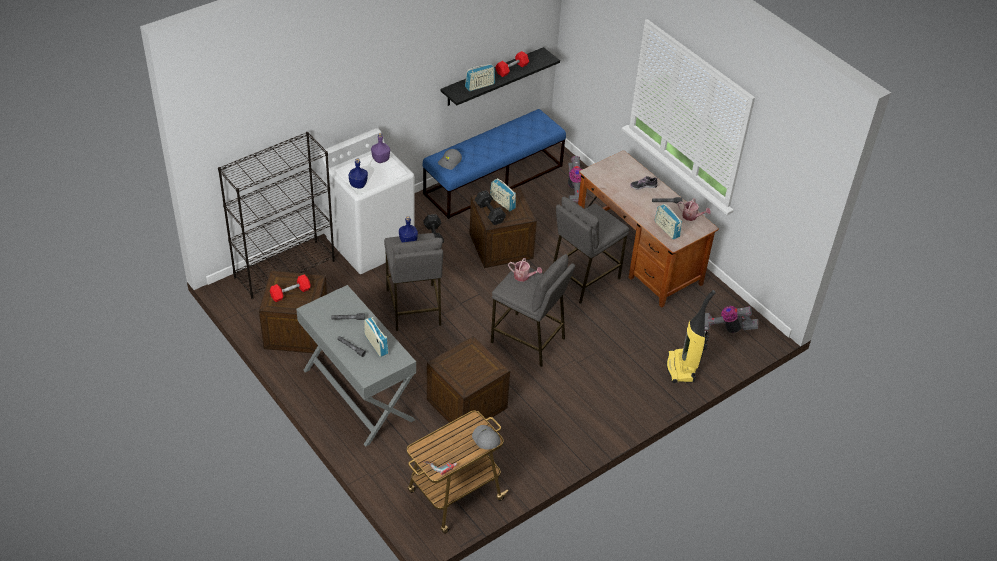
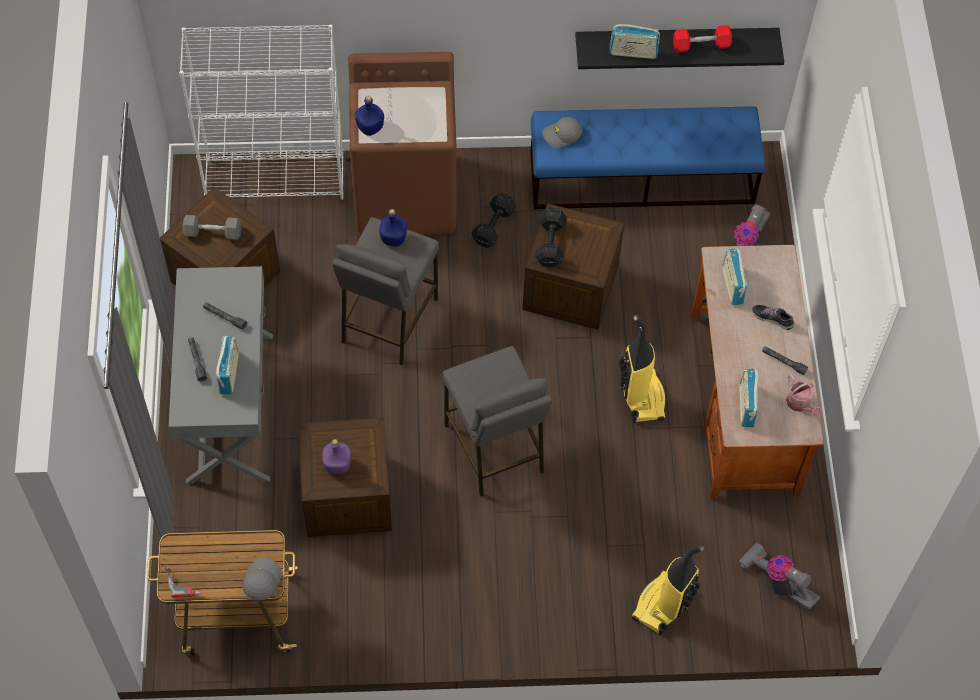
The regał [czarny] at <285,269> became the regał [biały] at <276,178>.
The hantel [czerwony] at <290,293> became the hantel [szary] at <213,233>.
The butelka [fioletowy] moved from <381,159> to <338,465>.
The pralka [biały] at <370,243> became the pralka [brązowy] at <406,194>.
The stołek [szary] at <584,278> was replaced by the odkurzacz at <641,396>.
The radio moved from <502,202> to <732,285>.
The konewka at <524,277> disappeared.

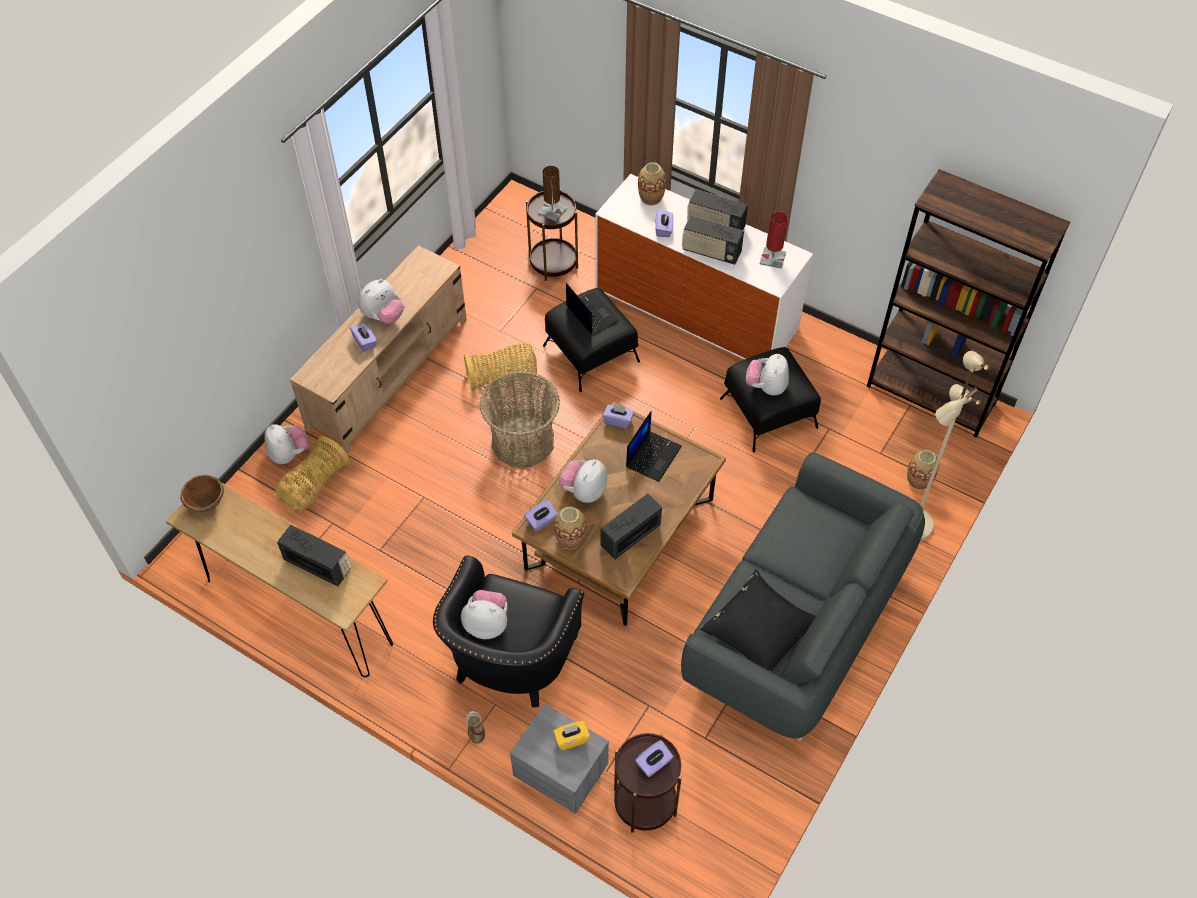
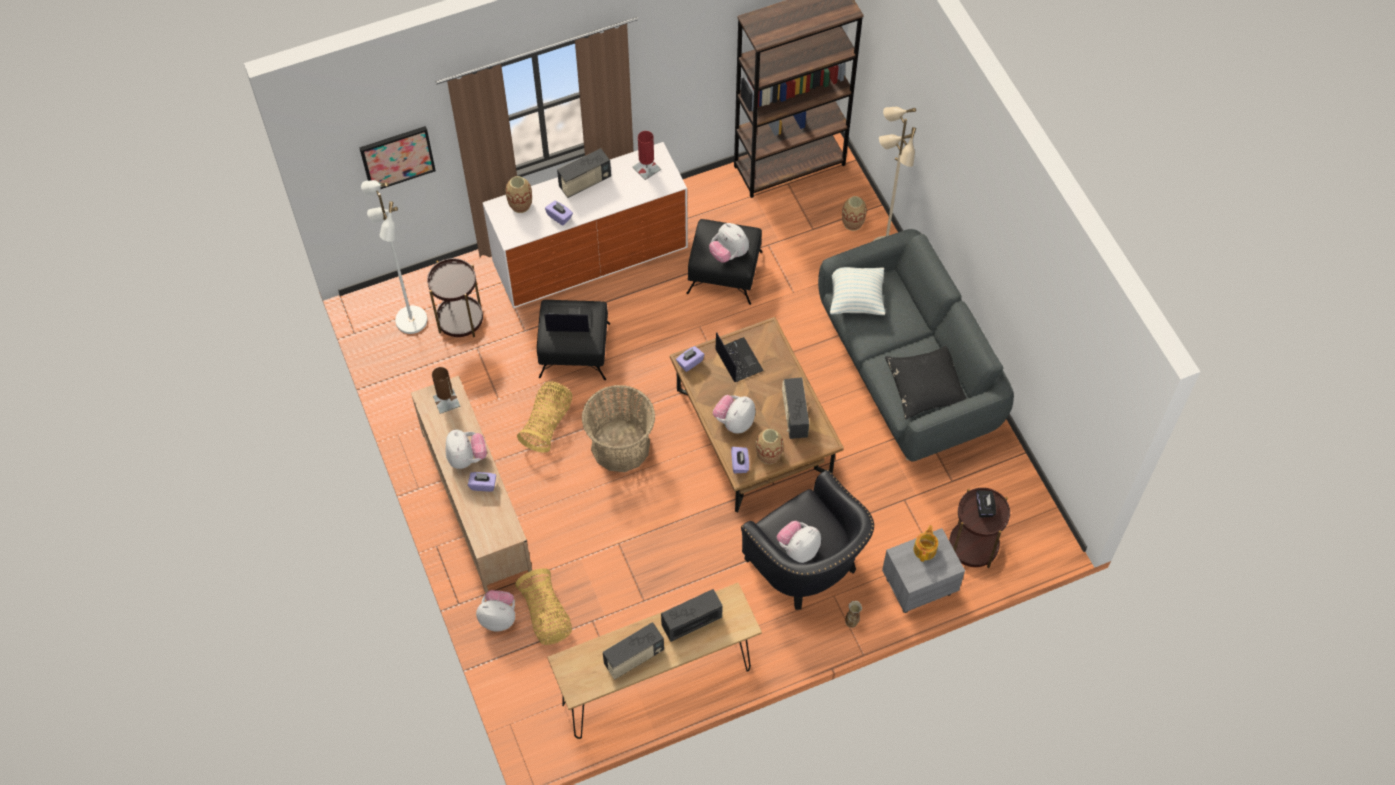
The obraz at <397,157> appeared.
The lampa stojąca [biały] at <410,320> appeared.
The lampa stołowa [brązowy] moved from <552,210> to <446,401>.
The radio moved from <711,252> to <634,658>.
The pluszak at <584,491> turned 60 degrees clockwise.
The poduszka at <856,299> appeared.
The pudełko chusteczek [żółty] at <571,739> was replaced by the imbryk at <925,549>.
The pudełko chusteczek [fioletowy] at <654,764> became the pudełko chusteczek [czarny] at <984,508>.
The miska [brązowy] at <207,504> disappeared.

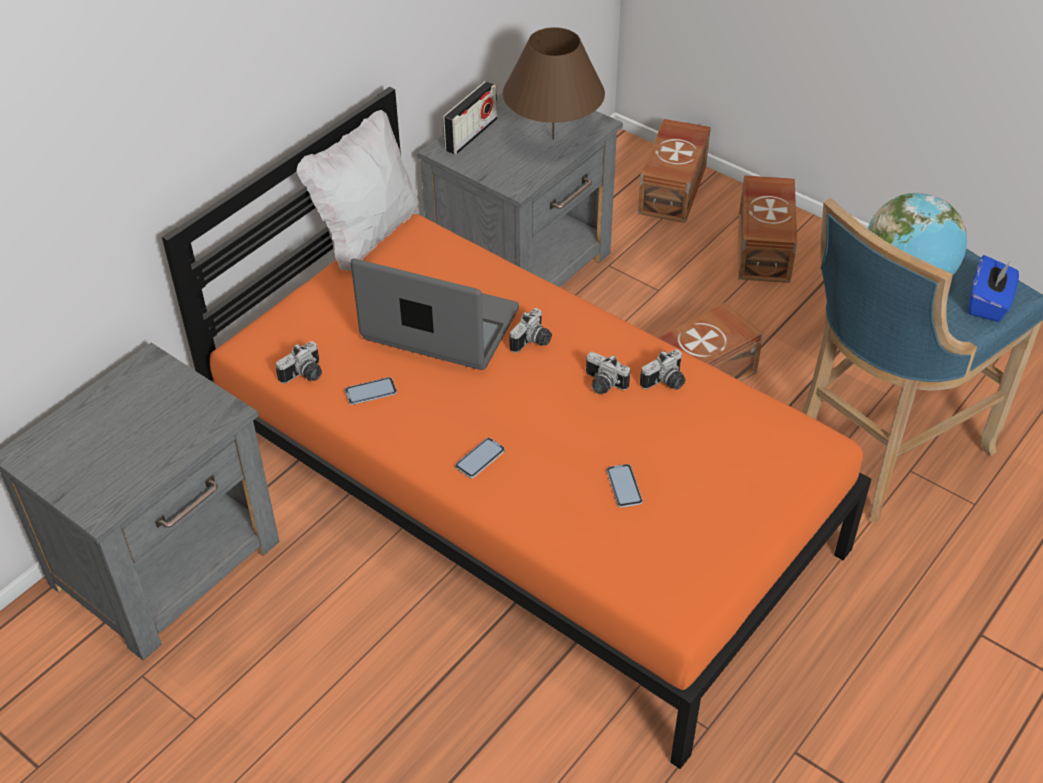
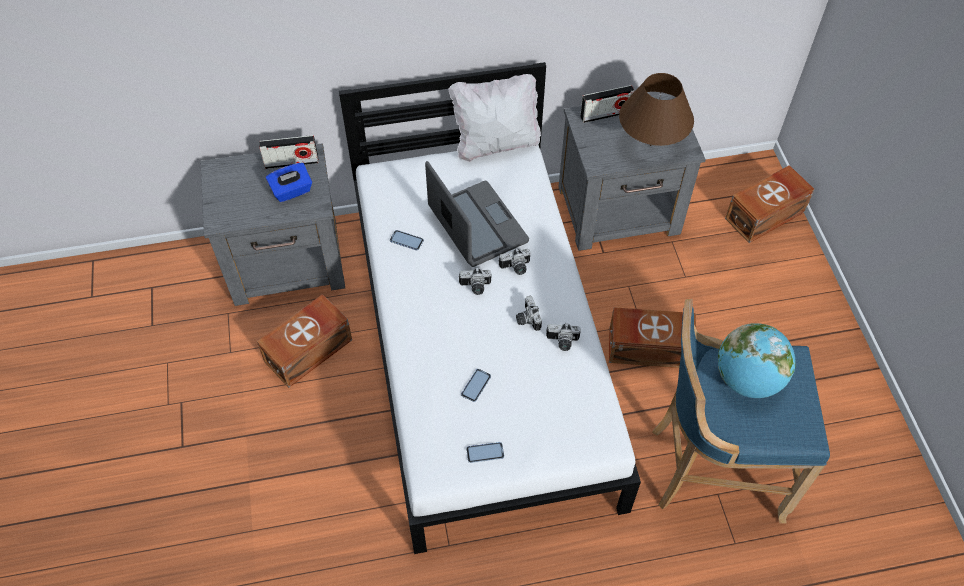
The pojemnik do przechowywania [brązowy] moved from <765,247> to <310,351>.
The radio at <291,162> appeared.
The pudełko chusteczek [niebieski] moved from <988,303> to <292,191>.
The łóżko [pomarańczowy] at <524,499> became the łóżko [biały] at <483,351>.
The aparat fotograficzny moved from <305,375> to <475,287>.
The telefon moved from <480,459> to <485,453>.

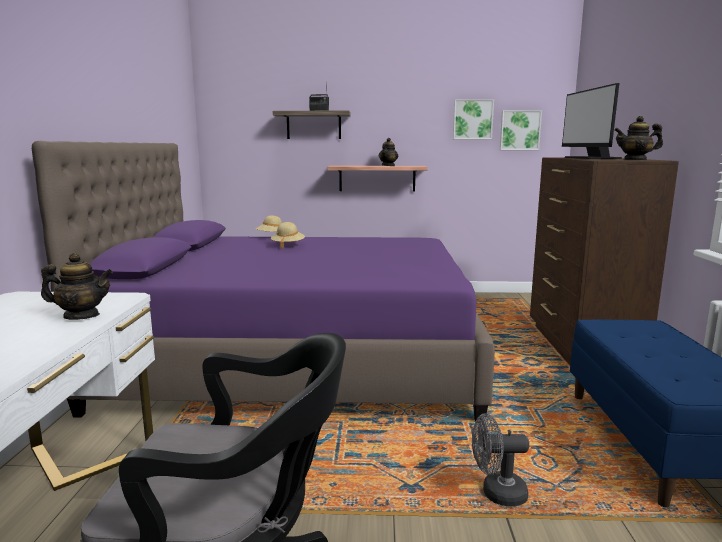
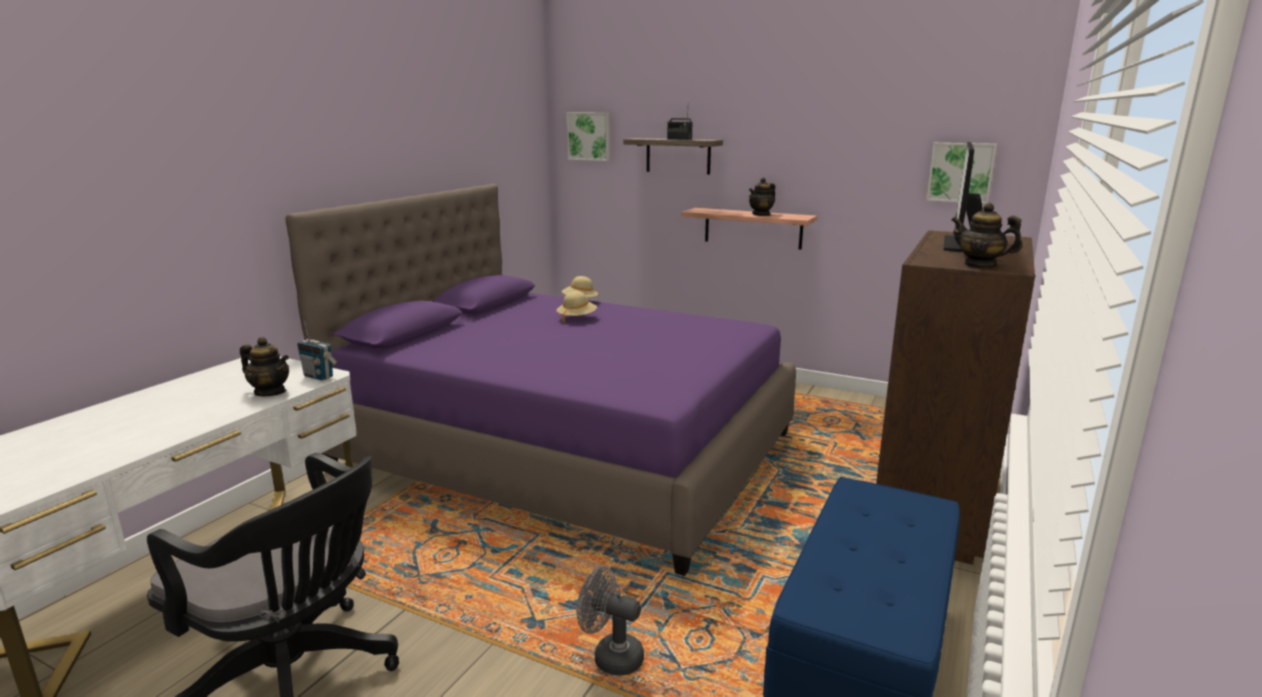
The radio at <319,376> appeared.
The obraz moved from <472,119> to <589,136>.

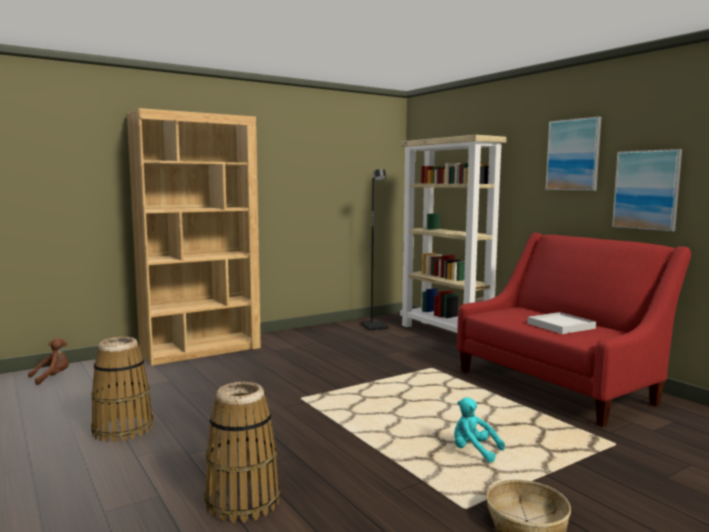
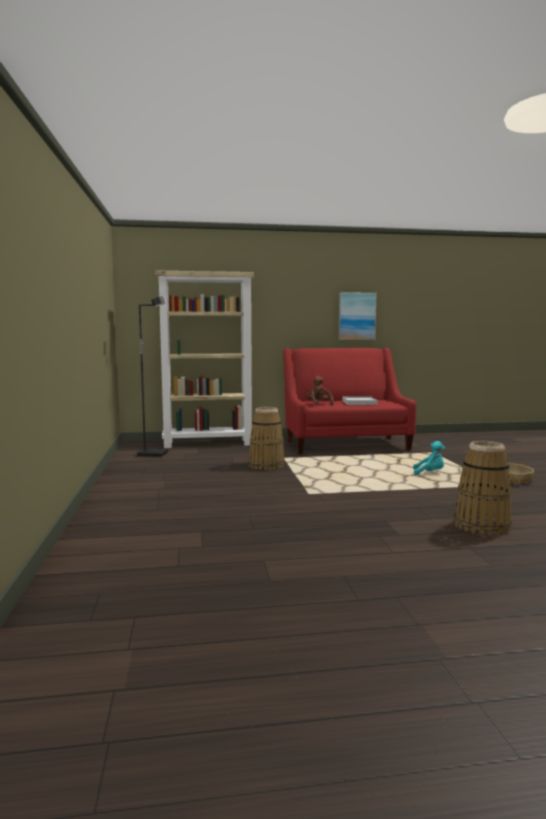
The koszyk moved from <123,429> to <266,465>.
The pluszak [brązowy] moved from <52,377> to <318,404>.
The pluszak [turkusowy] at <473,451> turned 135 degrees counterclockwise.
The regał [brązowy] at <201,350> disappeared.
The obraz at <573,155> disappeared.

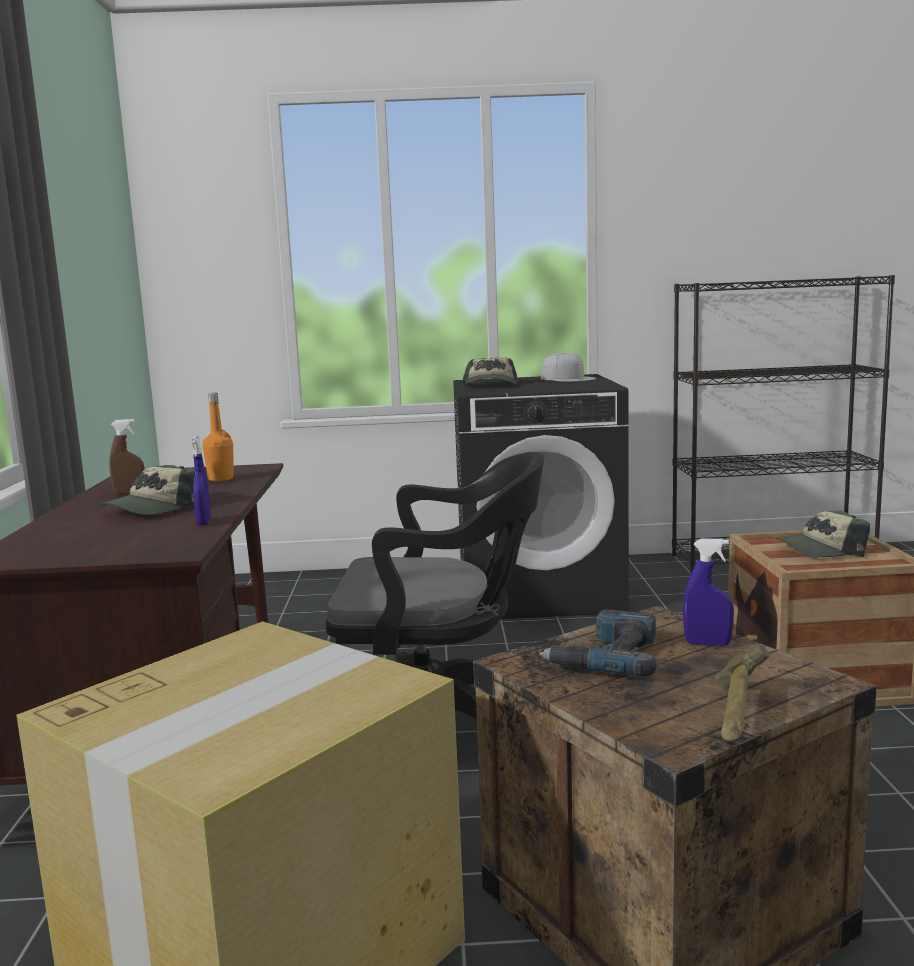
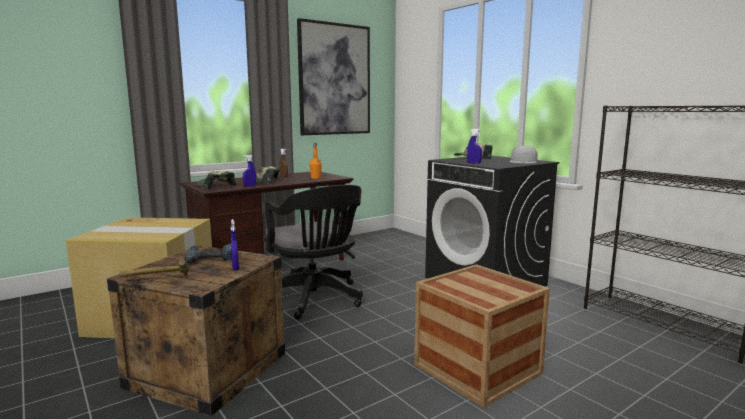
The czapka z daszkiem moved from <820,550> to <215,186>.
The obraz at <334,80> appeared.
The spryskiwacz [niebieski] at <473,163> appeared.

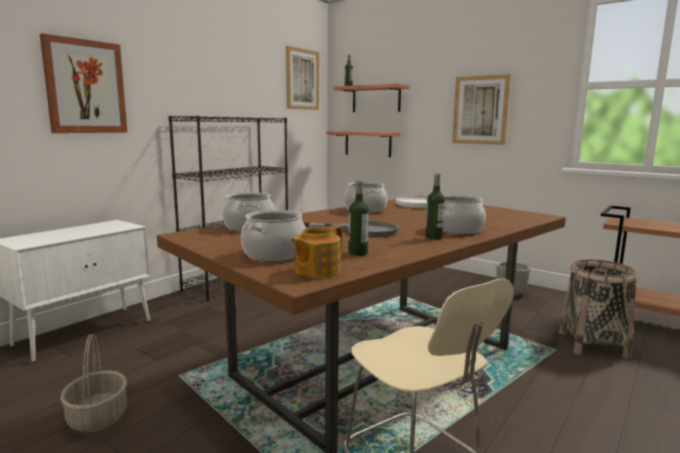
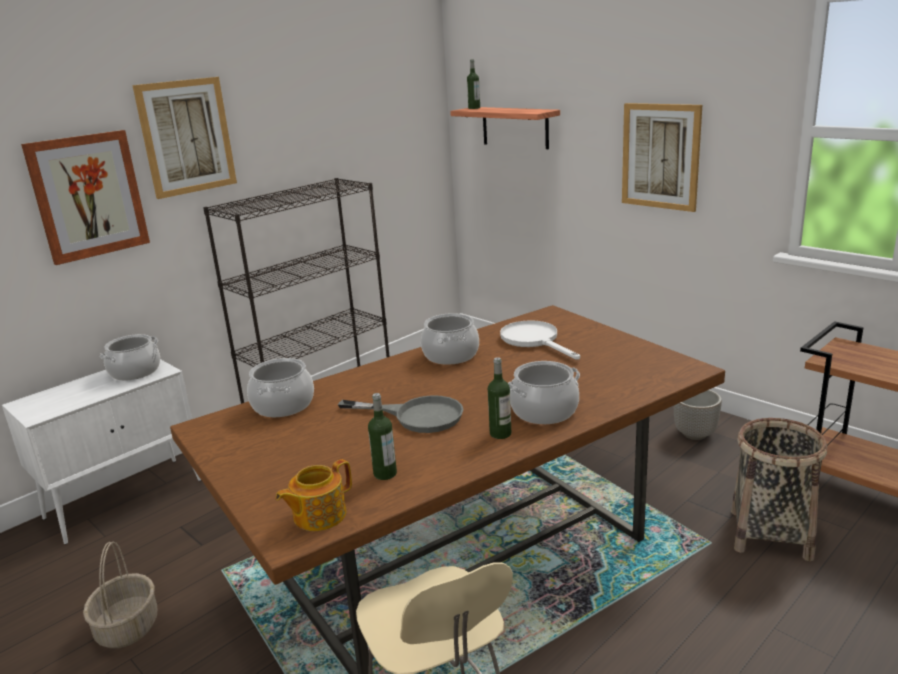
The garnek moved from <275,254> to <135,372>.
The obraz moved from <302,79> to <187,137>.
The półka at <368,143> disappeared.

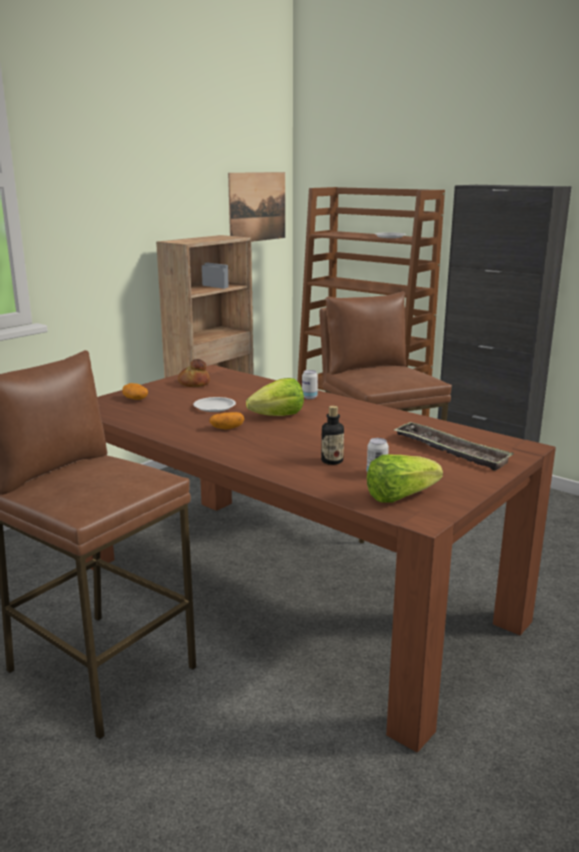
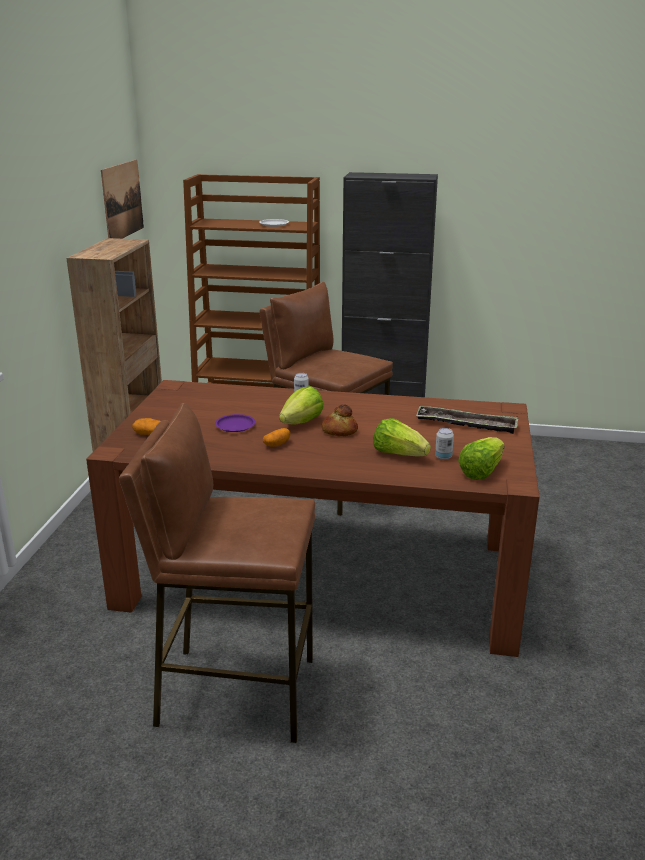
The talerz [biały] at <214,407> became the talerz [fioletowy] at <235,426>.
The chleb moved from <193,383> to <339,431>.
The butelka at <332,461> was replaced by the sałata at <399,454>.

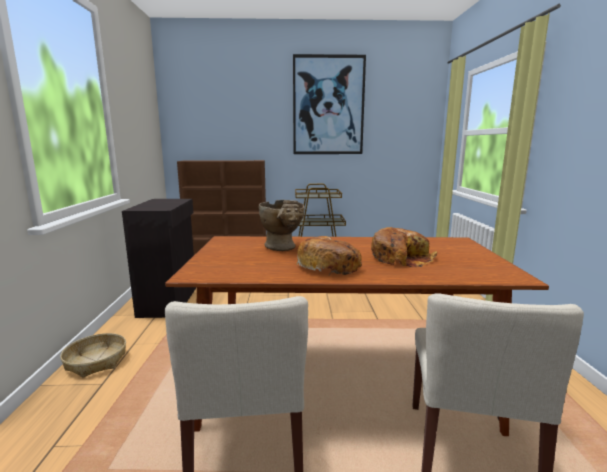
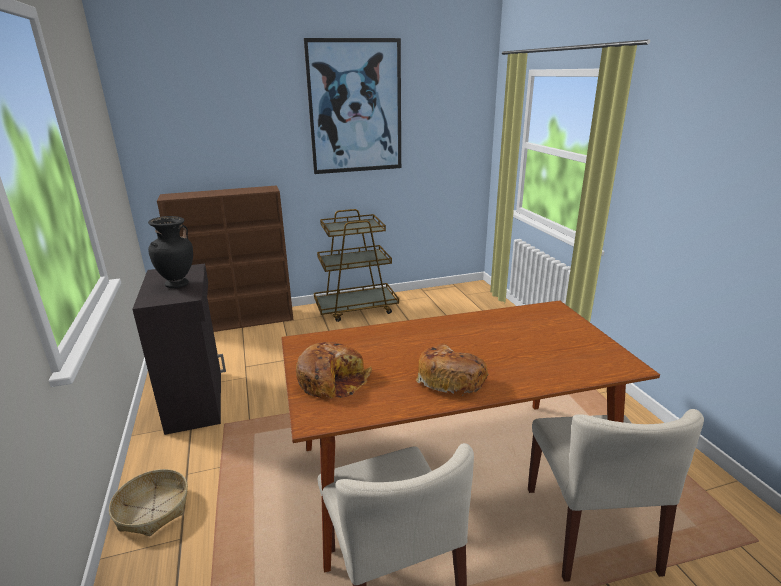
The wazon [czarny] at <178,285> appeared.
The chleb moved from <401,258> to <332,380>.
The wazon [beżowy] at <283,248> disappeared.

